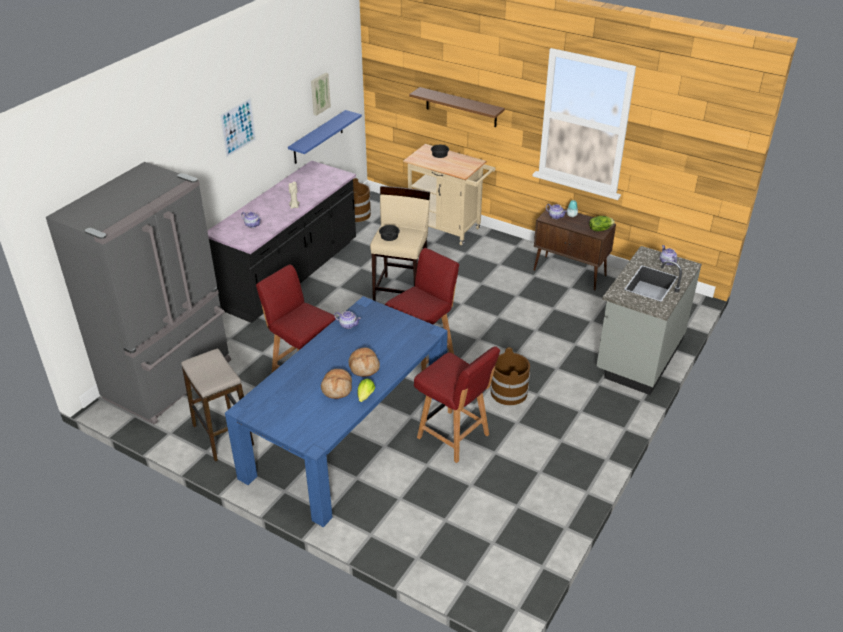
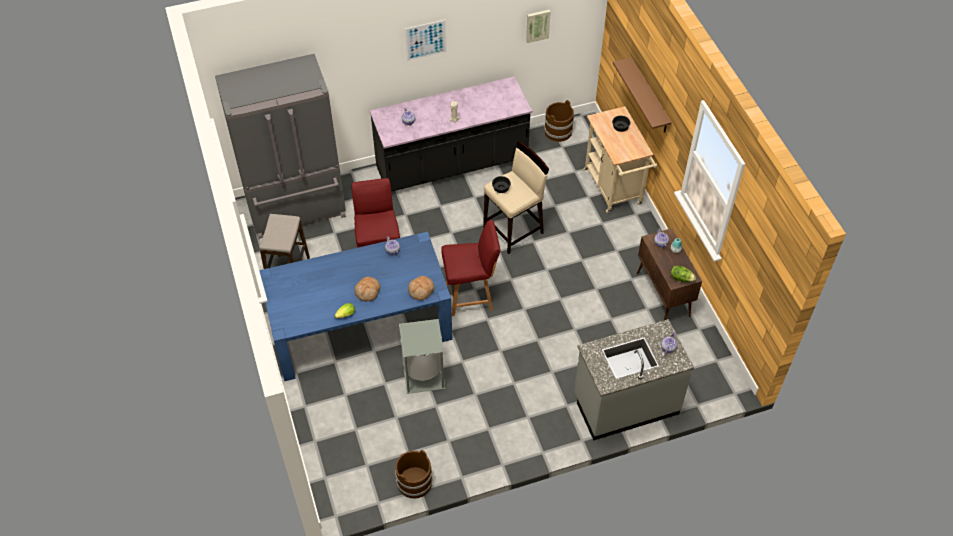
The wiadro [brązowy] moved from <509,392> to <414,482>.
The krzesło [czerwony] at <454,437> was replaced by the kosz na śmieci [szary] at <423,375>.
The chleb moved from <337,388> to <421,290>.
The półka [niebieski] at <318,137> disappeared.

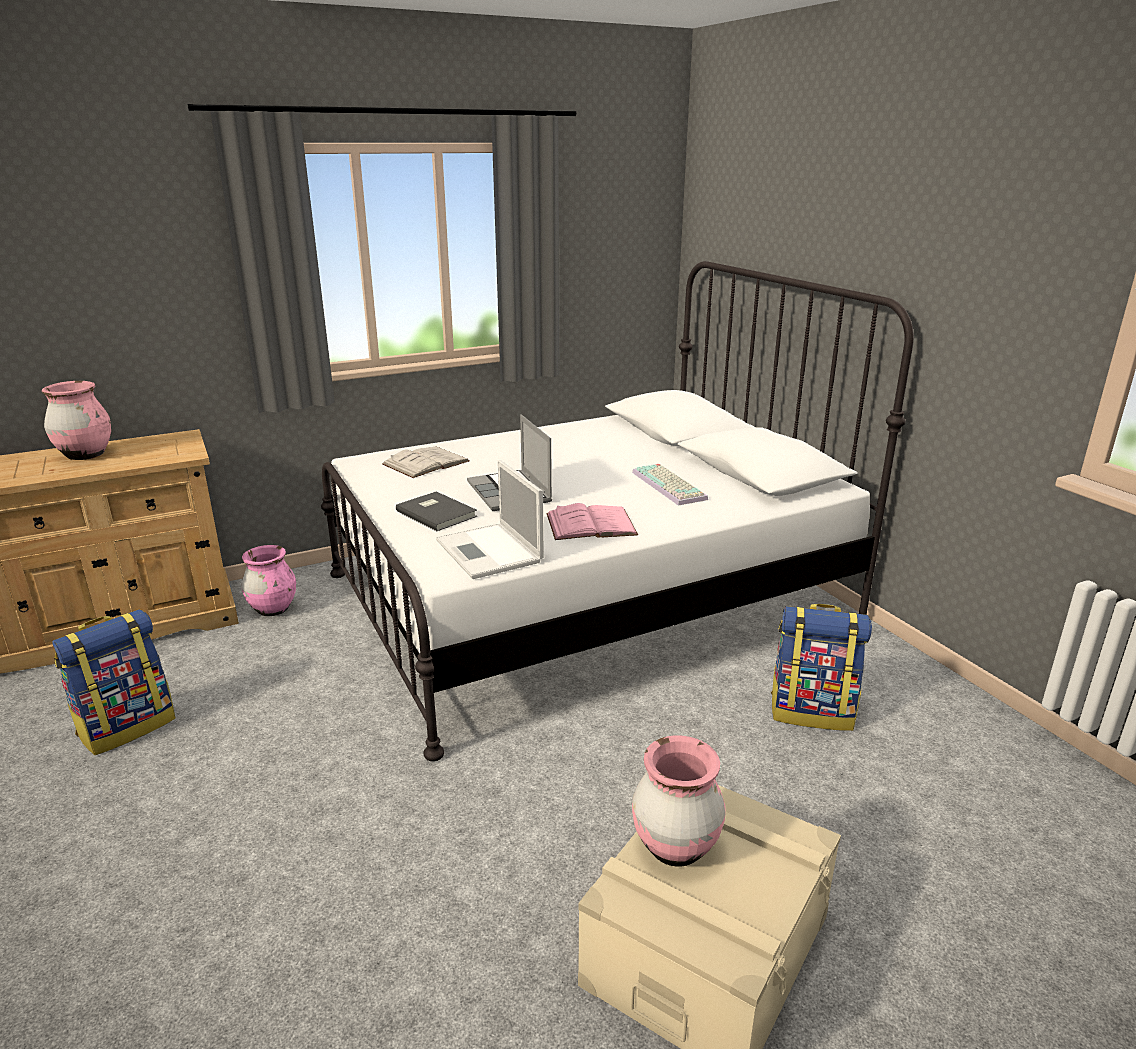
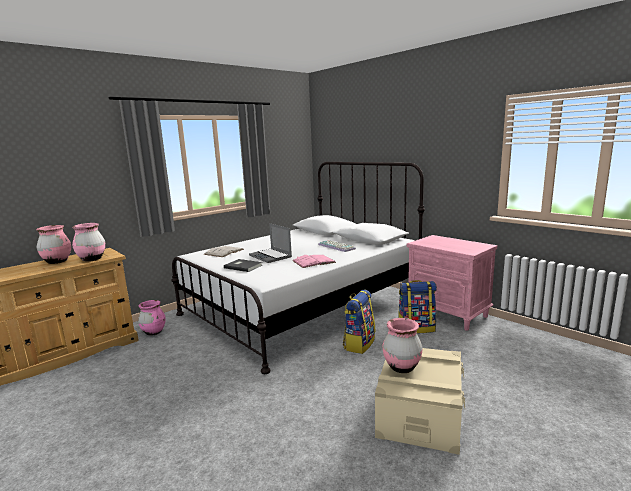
The wazon [różowy] at <92,259> appeared.
The plecak moved from <127,726> to <359,344>.
The szafka nocna [różowy] at <448,314> appeared.
The laptop at <490,552> disappeared.

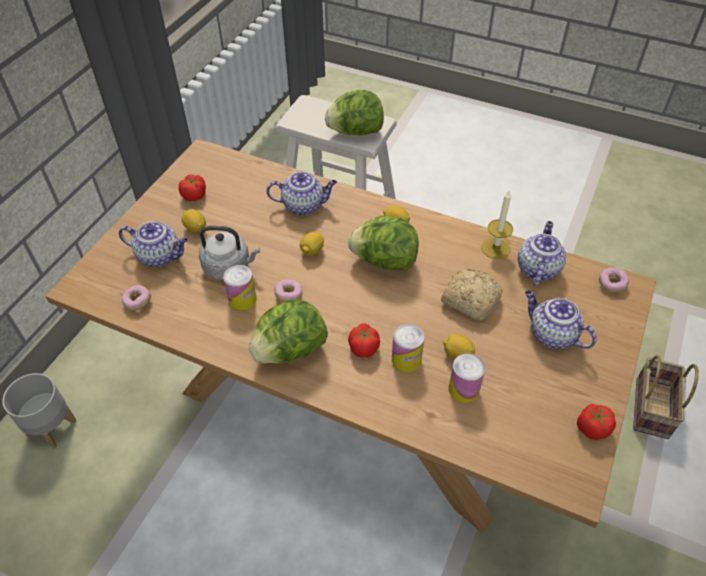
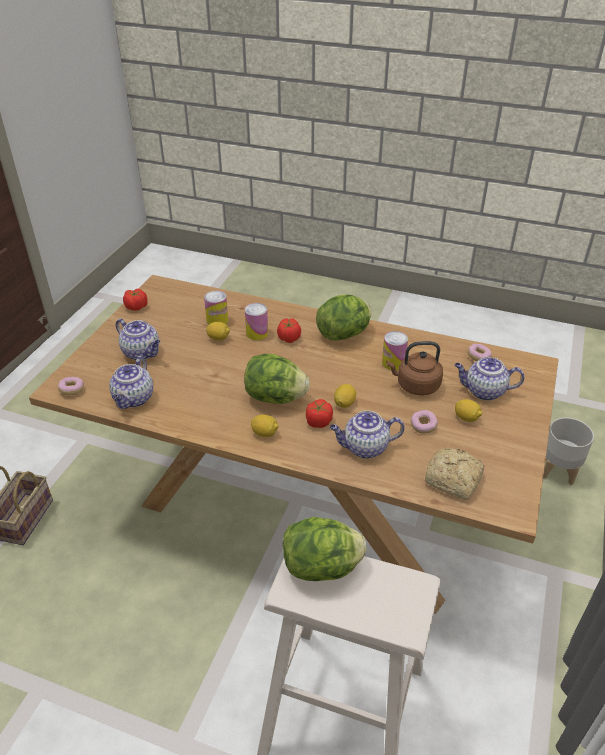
The pomidor moved from <194,195> to <318,422>.
The czajnik [szary] at <229,267> became the czajnik [brązowy] at <415,386>.
The donut moved from <289,295> to <423,426>.
The chleb moved from <469,299> to <454,481>.
The świeca at <495,248> disappeared.

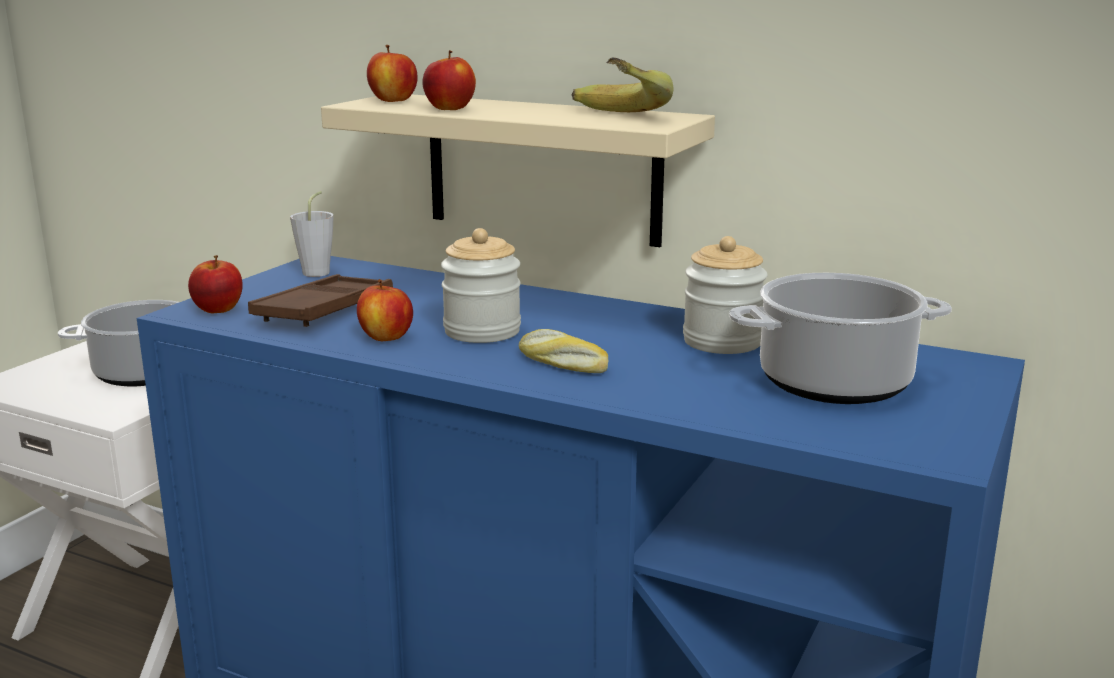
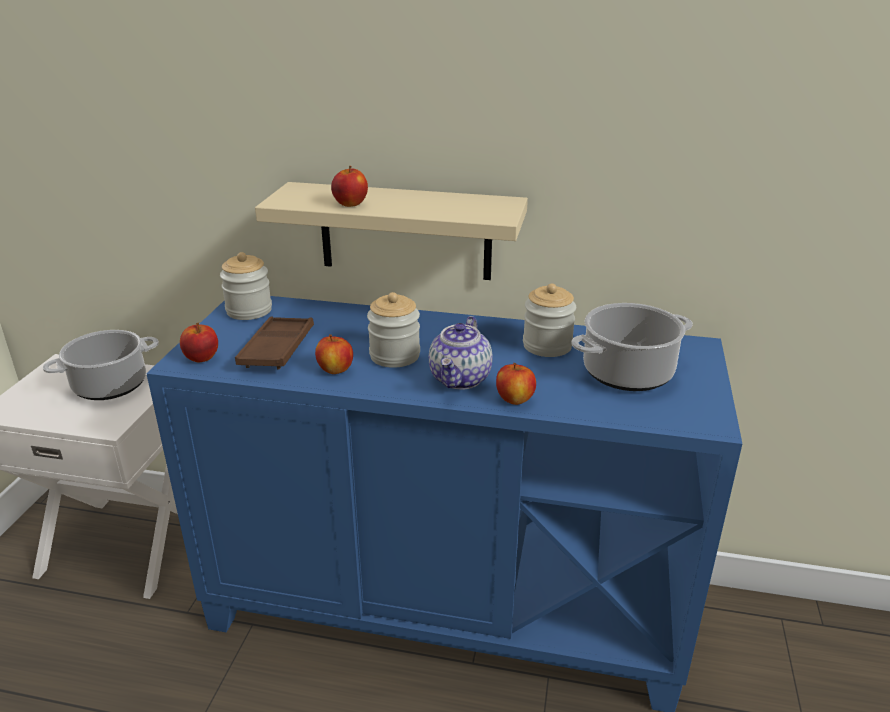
The filiżanka [szary] at <319,271> was replaced by the słoik at <249,310>.
The chleb at <561,364> was replaced by the imbryk at <461,379>.
The jabłko moved from <393,100> to <515,399>.
The banan at <611,118> disappeared.

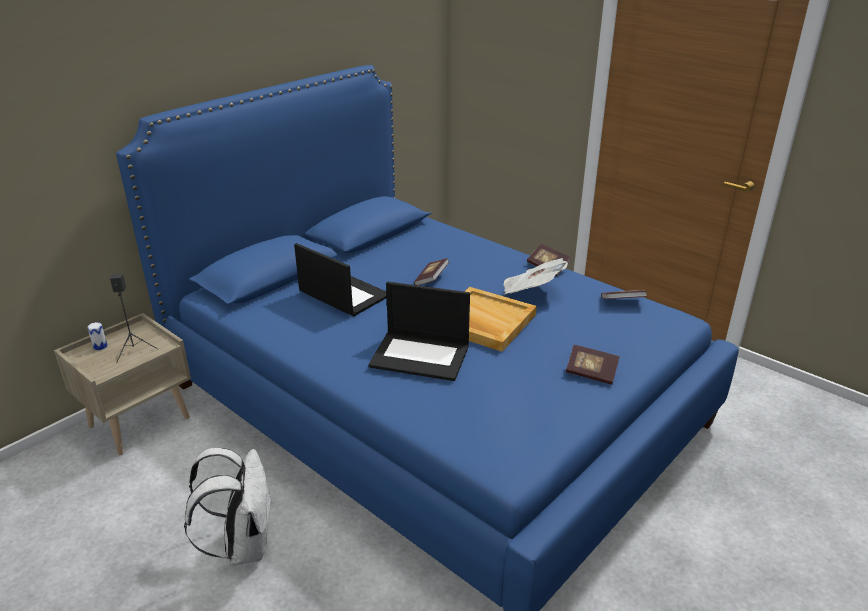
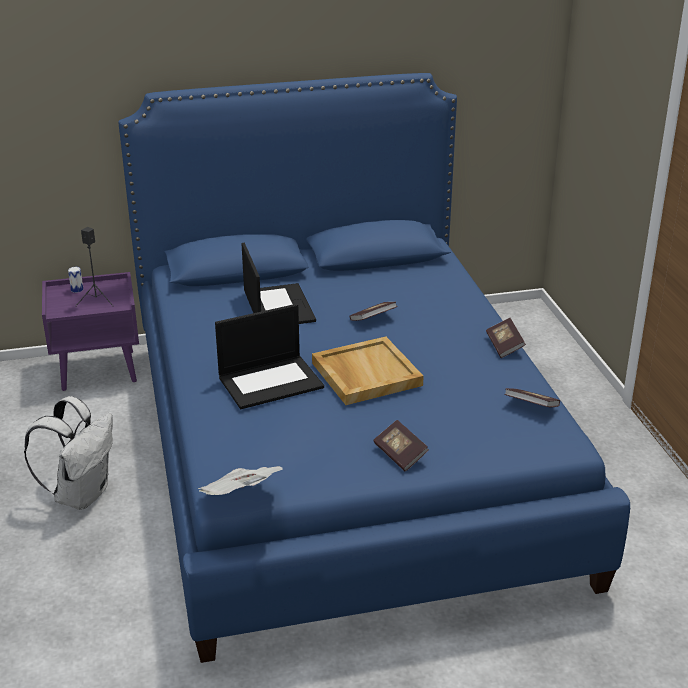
The szafka nocna [beżowy] at <140,421> became the szafka nocna [fioletowy] at <99,370>.
The gazeta moved from <531,291> to <241,497>.
The laptop at <421,355> turned 75 degrees counterclockwise.

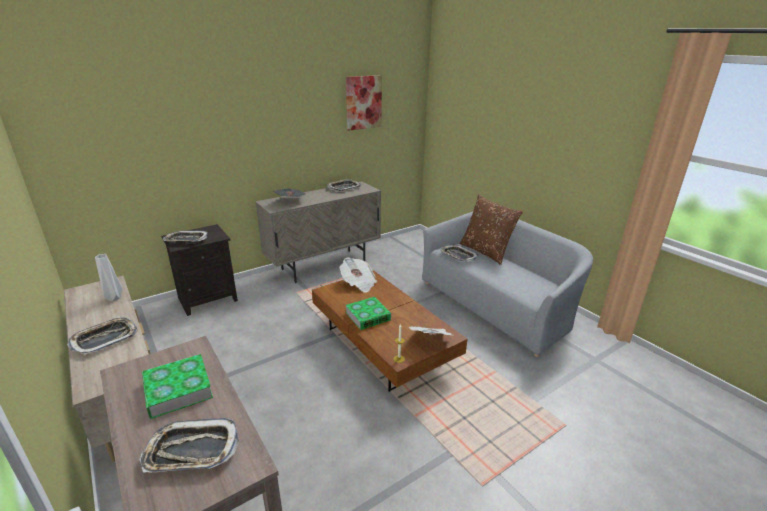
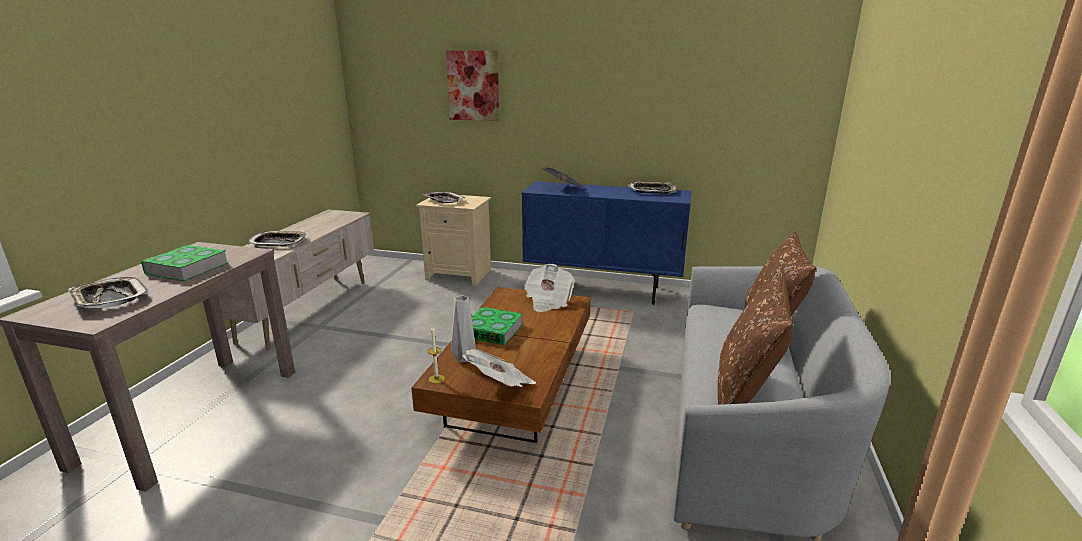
The szafka nocna [czarny] at <208,298> became the szafka nocna [beżowy] at <460,274>.
The obraz moved from <363,102> to <473,86>.
The wazon [szary] moved from <114,298> to <465,358>.
The szafka [beżowy] at <324,265> became the szafka [niebieski] at <603,290>.
The poduszka [brązowy] at <745,394> appeared.
The taca at <458,256> disappeared.

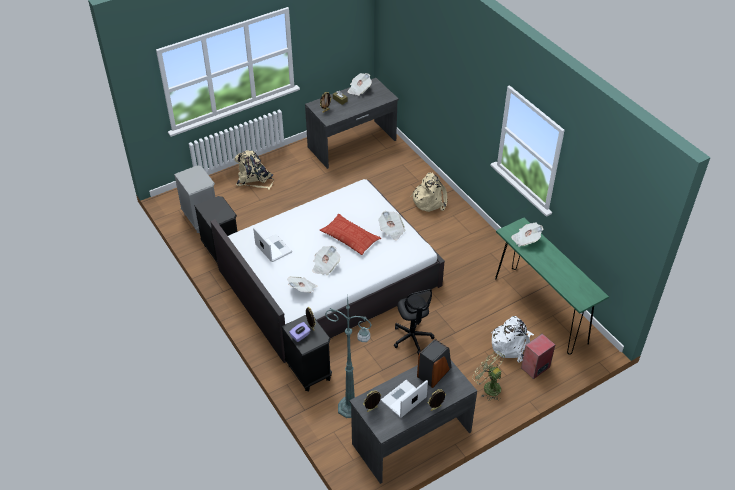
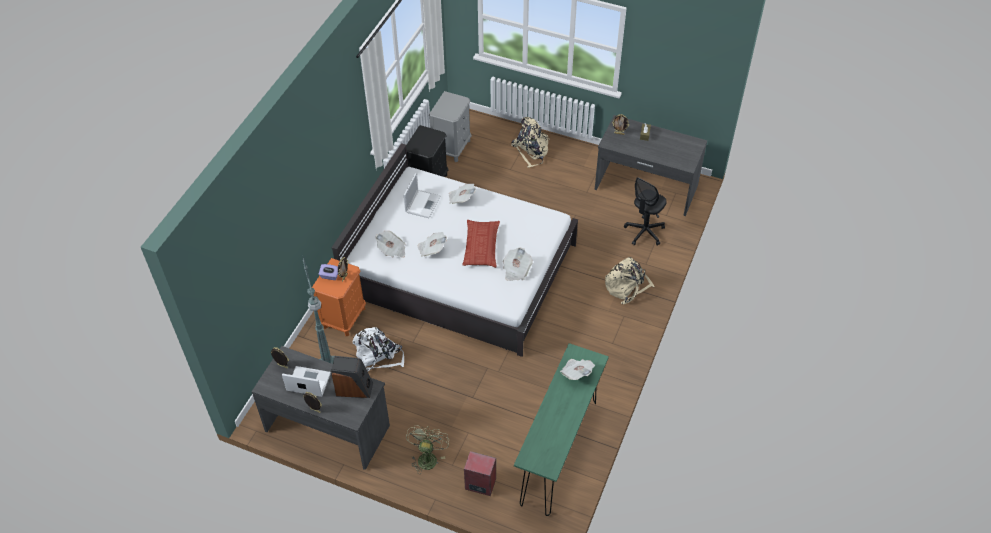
The szafka nocna [czarny] at <309,372> became the szafka nocna [pomarańczowy] at <344,317>.
The plecak [biały] moved from <511,344> to <378,356>.
The gazeta moved from <359,89> to <461,199>.
The krzesło biurowe [czarny] moved from <412,338> to <644,232>.

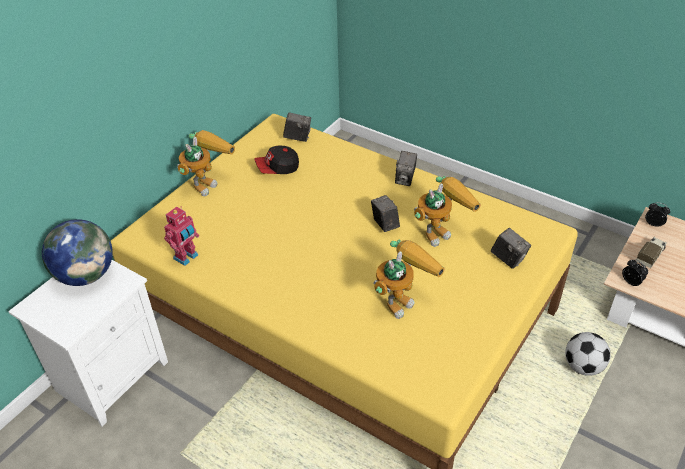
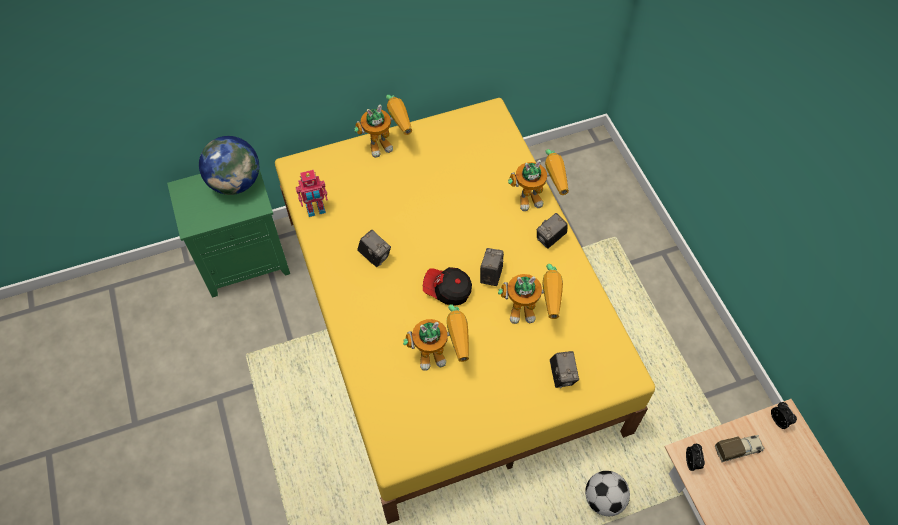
The szafka nocna [biały] at <112,375> became the szafka nocna [zielony] at <246,259>.
The aparat fotograficzny moved from <298,137> to <375,256>.
The czapka z daszkiem moved from <277,168> to <447,290>.
The robot zabawkowy at <538,197> appeared.

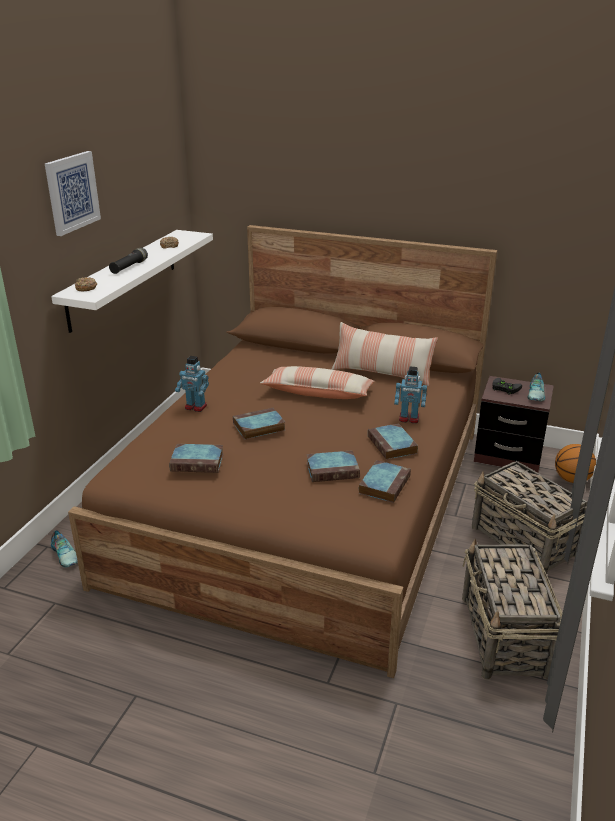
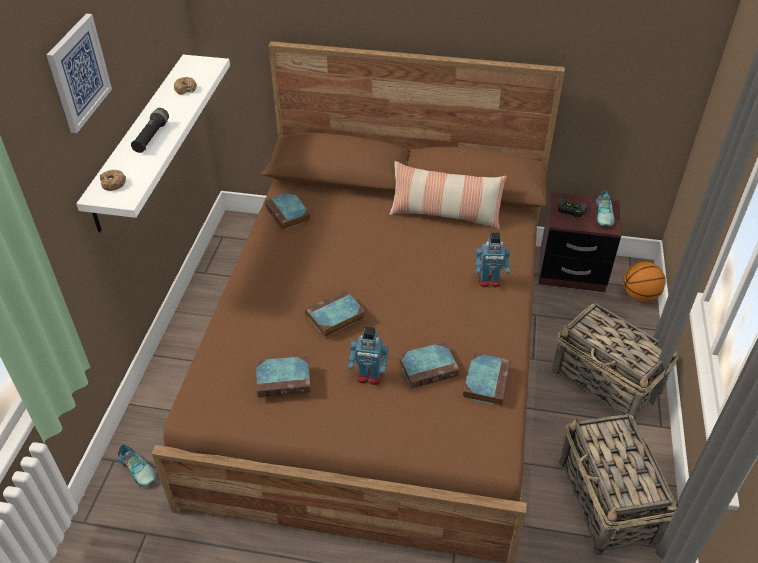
The książka moved from <393,445> to <288,214>.
The robot zabawkowy moved from <195,407> to <369,376>.
The poduszka at <318,393> disappeared.

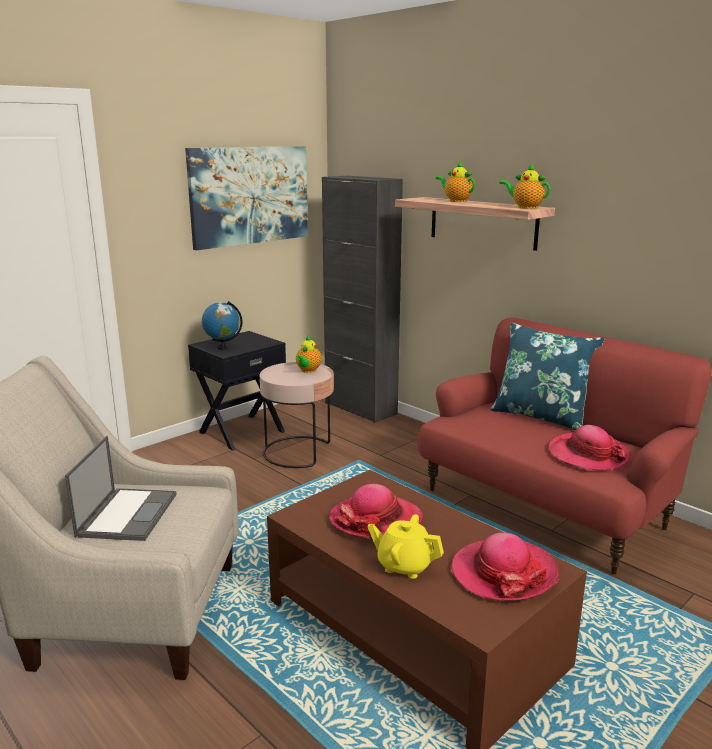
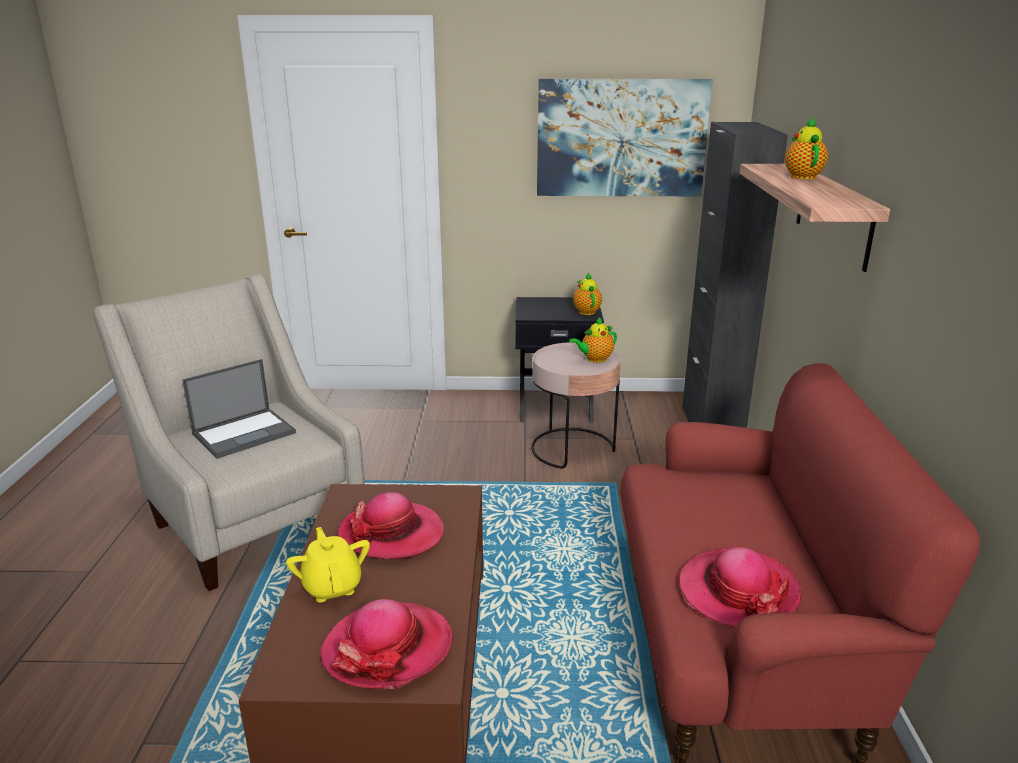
The imbryk moved from <525,207> to <586,311>.
The globus at <222,347> disappeared.
The poduszka [niebieski] at <541,416> disappeared.

